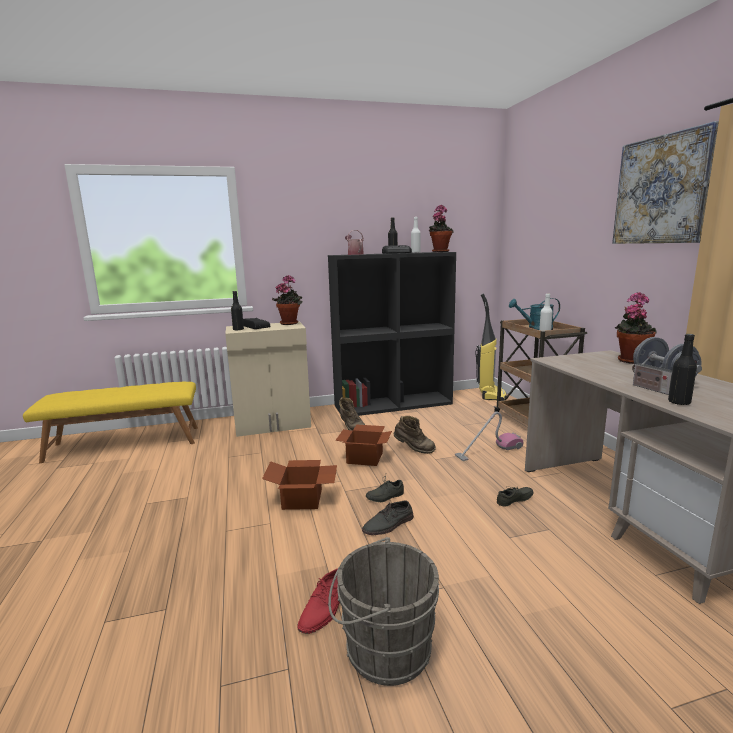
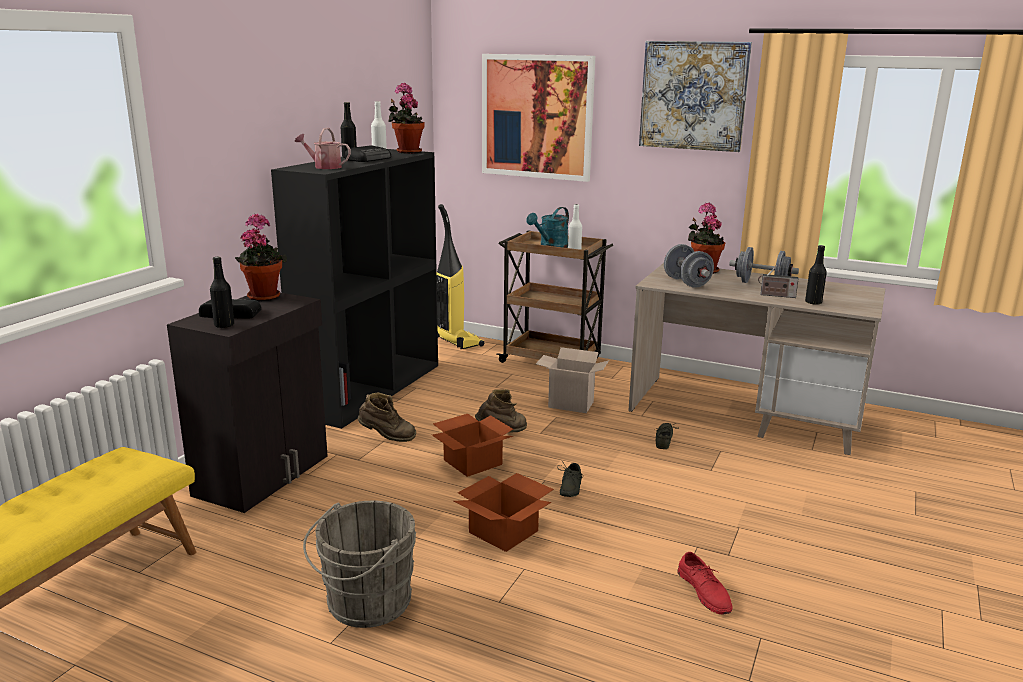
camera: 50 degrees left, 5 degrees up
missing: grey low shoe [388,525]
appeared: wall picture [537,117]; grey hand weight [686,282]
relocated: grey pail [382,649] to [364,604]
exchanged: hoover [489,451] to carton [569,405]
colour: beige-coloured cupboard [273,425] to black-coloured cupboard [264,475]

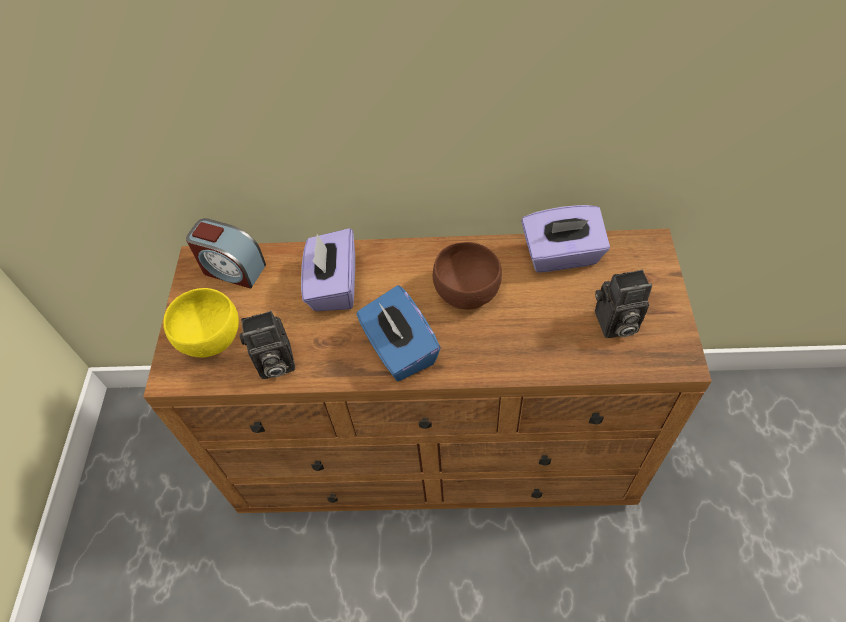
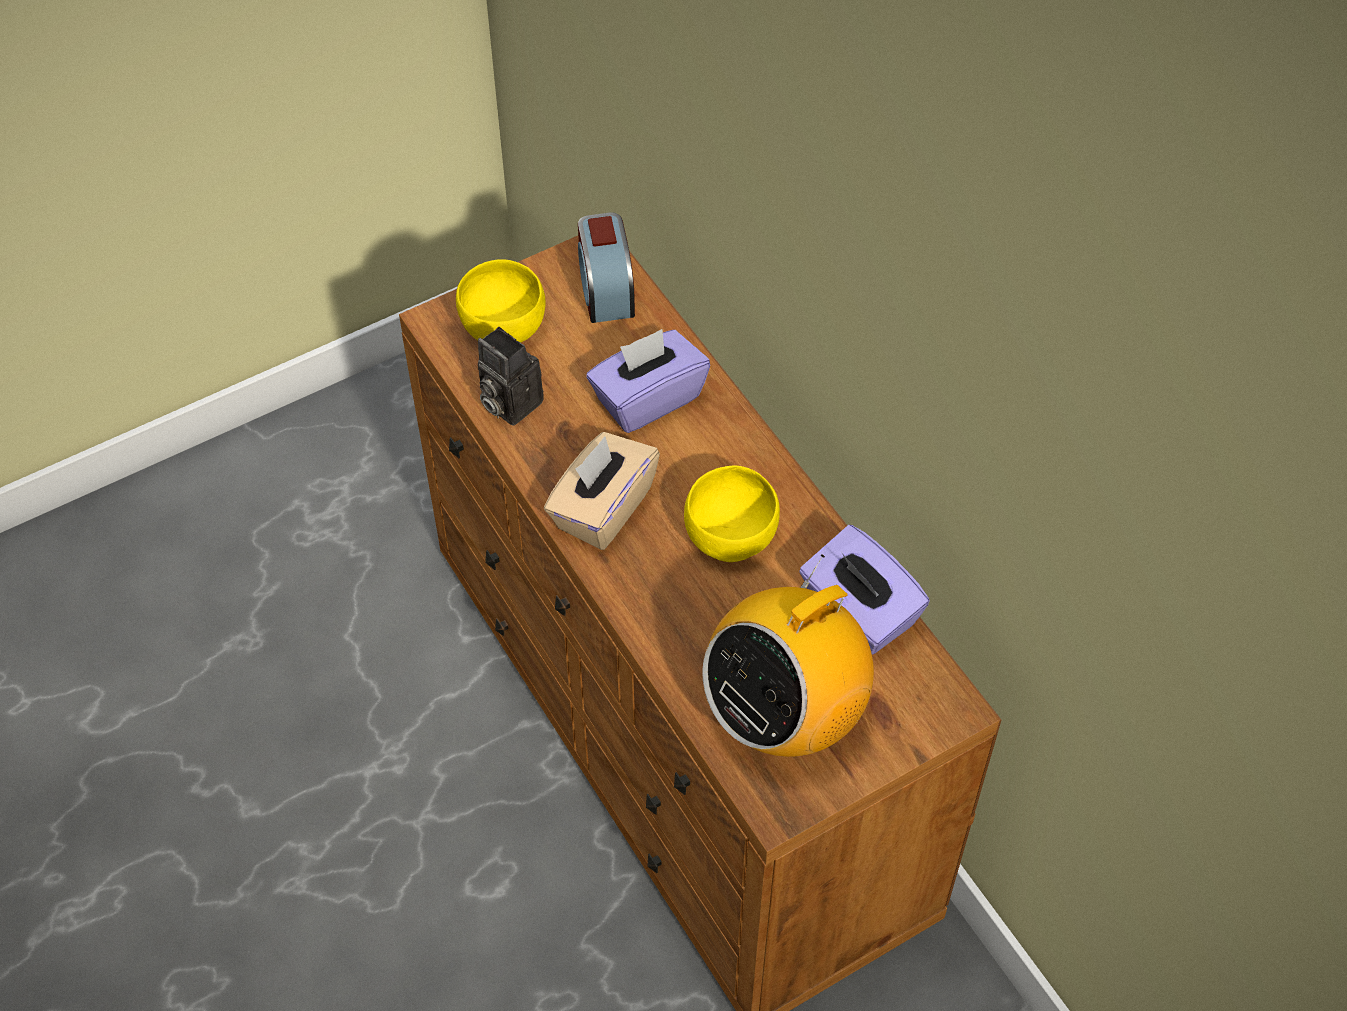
camera: 55 degrees right, 0 degrees up
exchanged: photo camera [614,324] to radio [785,714]
colour: bluish tissue holder [399,349] to beige-coloured tissue holder [602,509]; brown serving bowl [466,291] to yellow serving bowl [731,534]

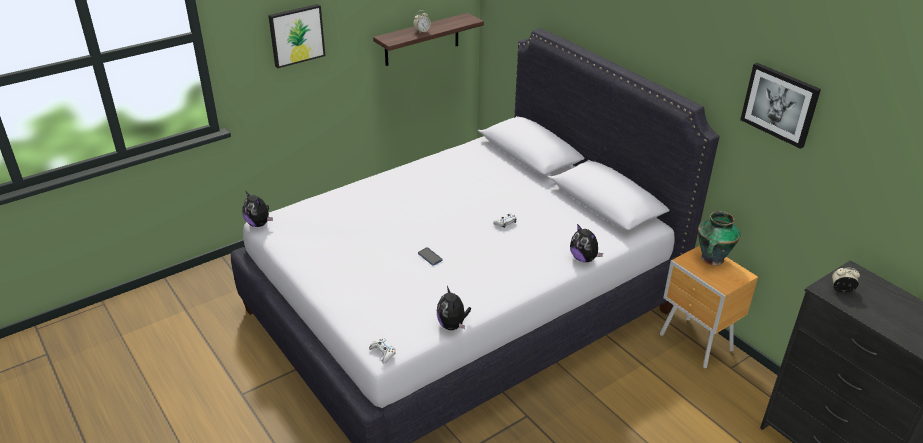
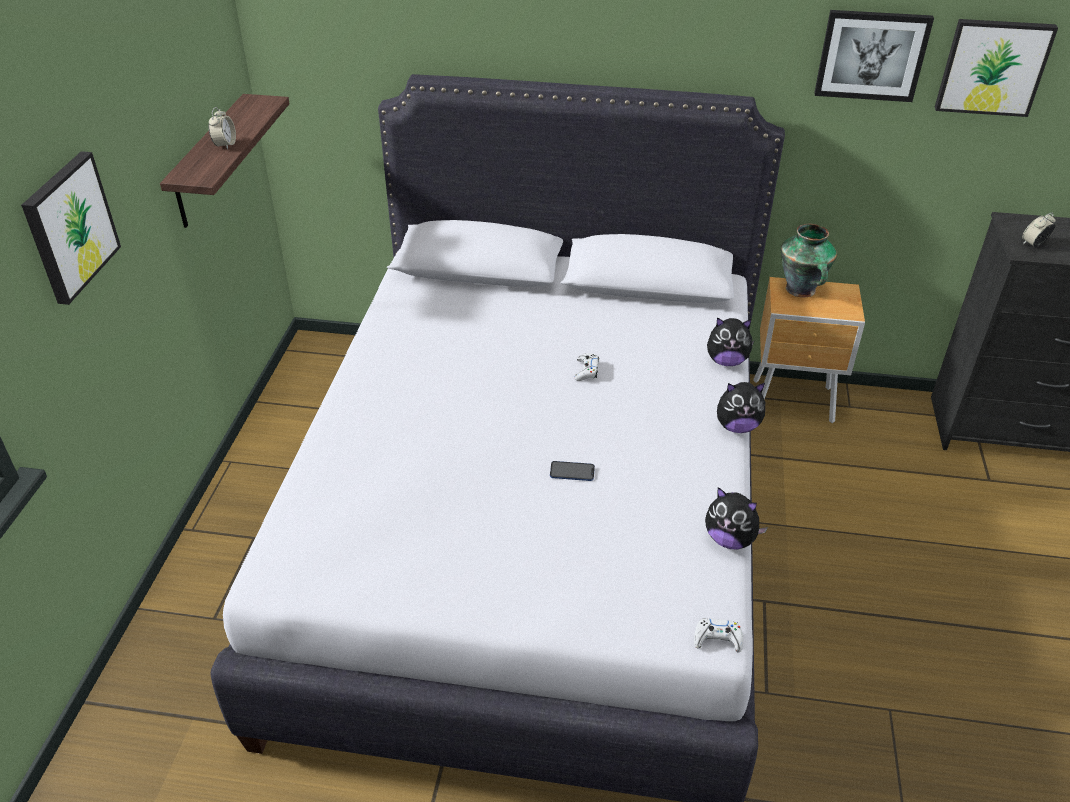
camera: 45 degrees left, 5 degrees up
appeared: wall picture [993,67]
relocated: cuddly toy [259,224] to [737,426]

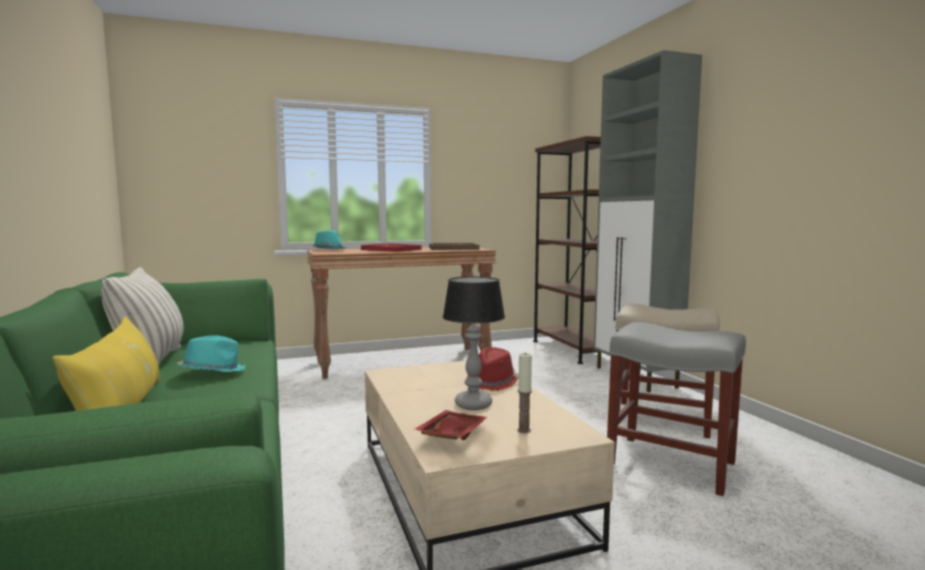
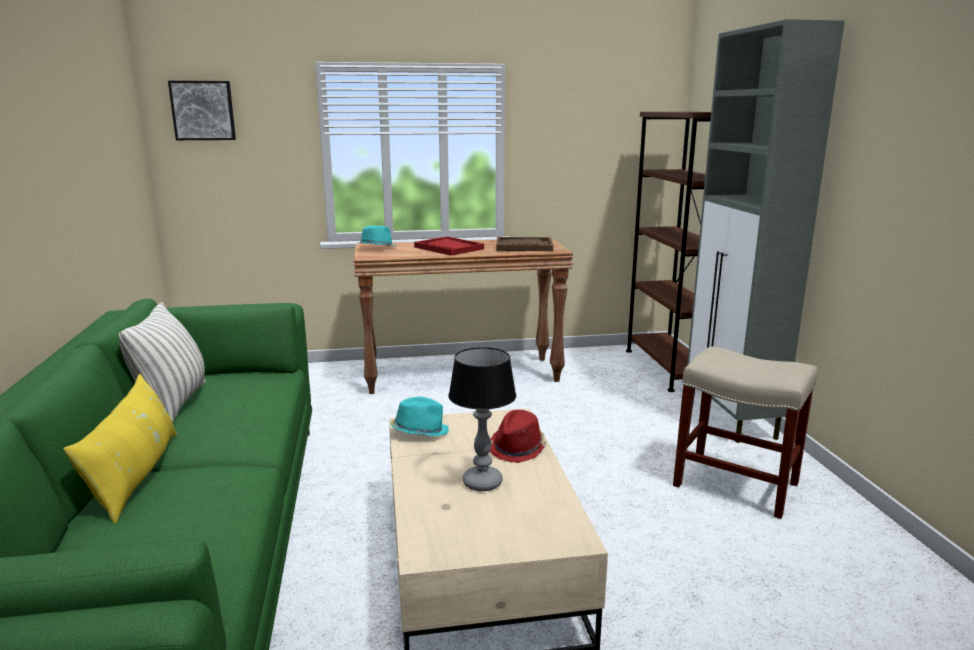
camera: 10 degrees right, 10 degrees up
missing: reddish tray [451,434]; wax light [524,430]; grey stool [673,464]
appeared: wall picture [203,110]
relocated: turquoise-coloured hat [212,372] to [419,431]

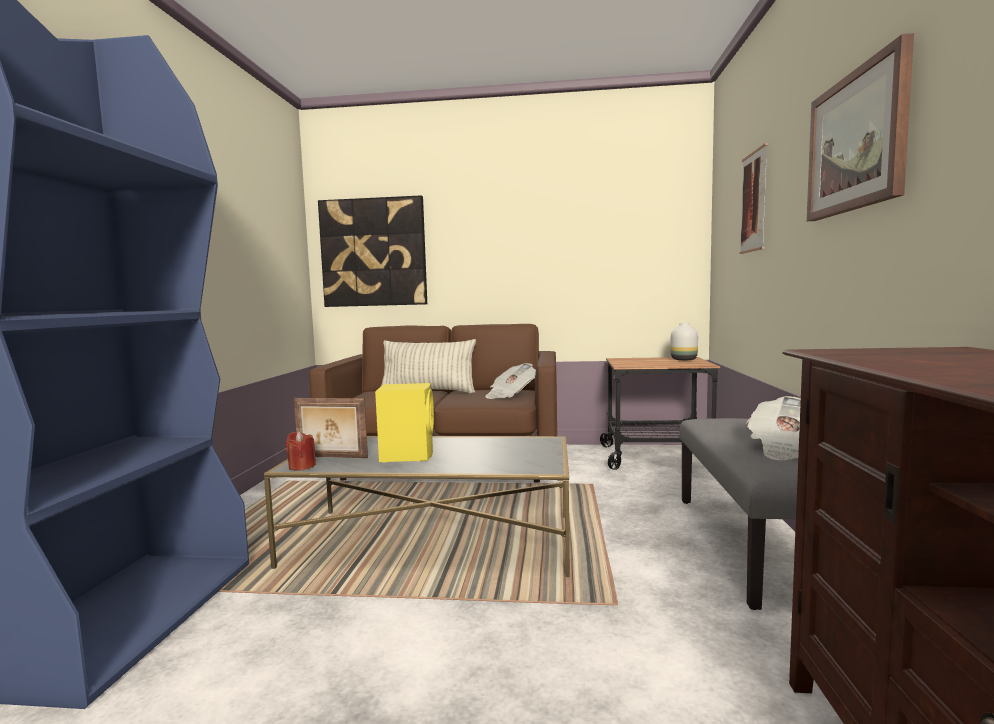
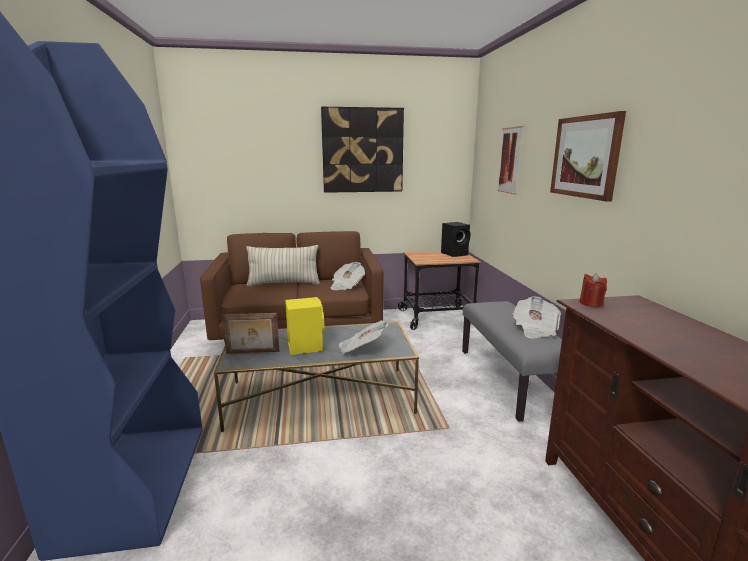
camera: 15 degrees left, 10 degrees up
appeared: daily paper [362,349]
relocated: reddish wax light [301,466] to [591,303]; wall picture [374,252] to [362,150]
exchanged: white decorative vase [684,359] to black-coloured speaker [455,254]

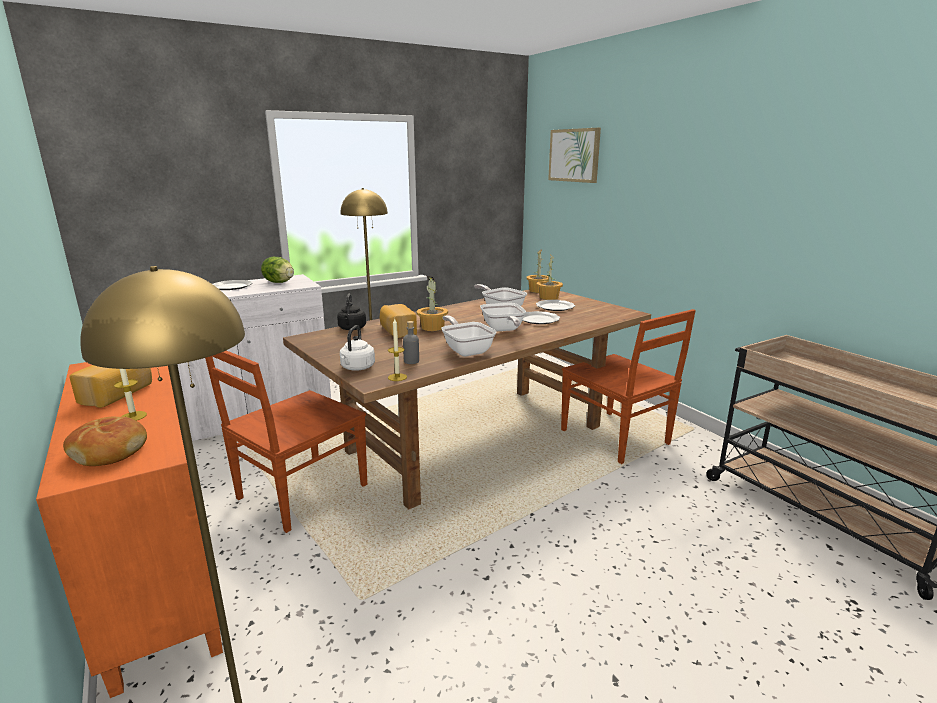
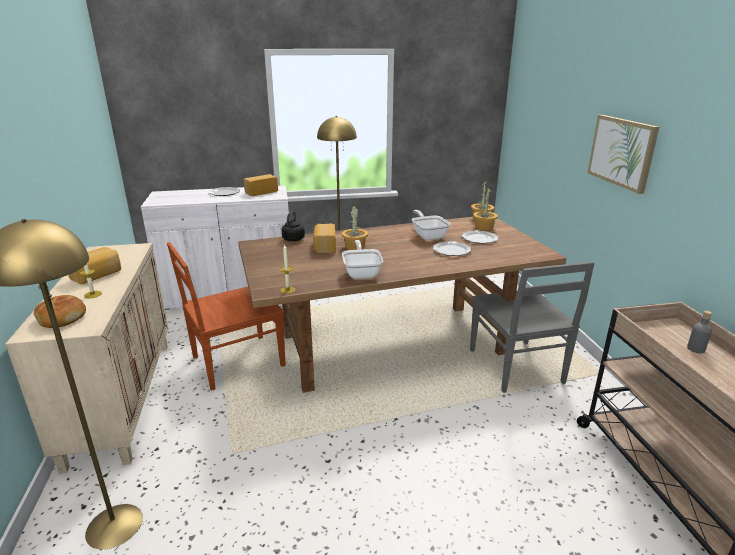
camera: 20 degrees right, 5 degrees up
missing: white tea kettle [357,368]; pan [503,330]
relocated: grey bottle [411,361] to [696,349]; wall picture [574,155] to [622,152]
exchanged: head of lettuce [279,282] to baked bread [260,192]
colour: orange cupboard [157,572] to beige-coloured cupboard [121,398]; brown chair [616,438] to grey chair [516,367]

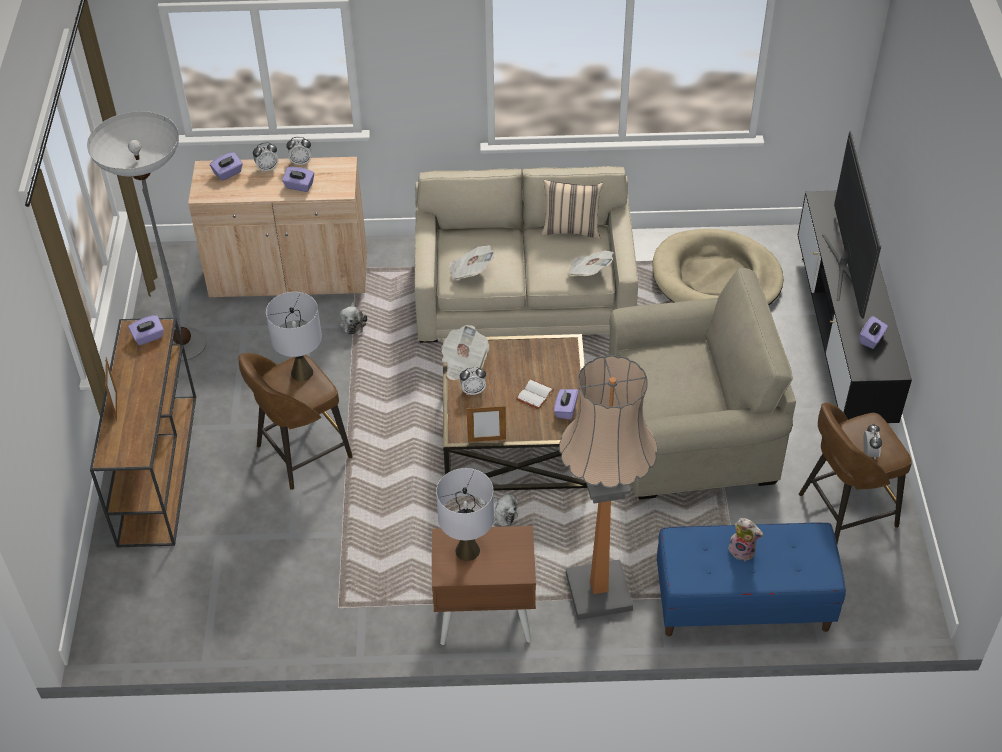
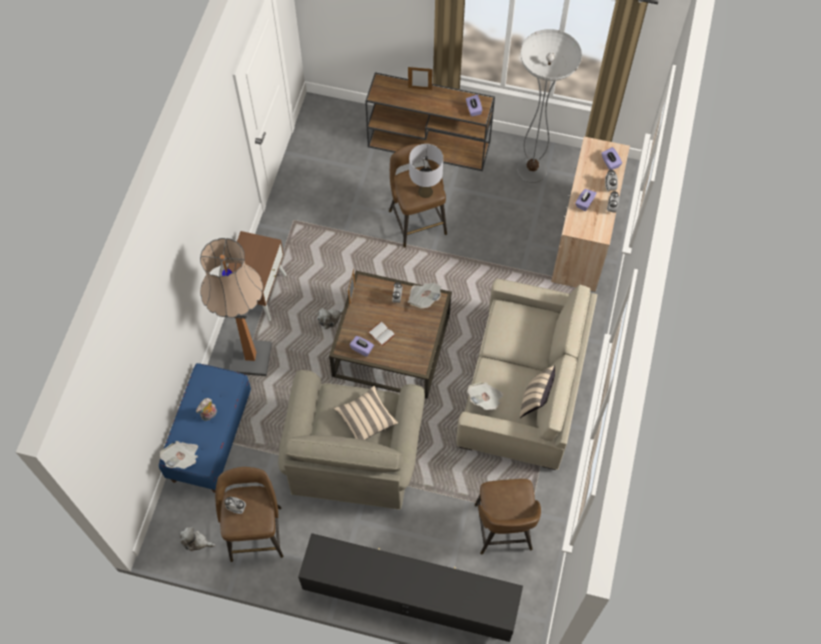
camera: 105 degrees right, 15 degrees up
missing: grey lamp for a table [467,551]; TV [845,267]; purple tissue holder [871,339]
appeared: beige-coloured cushion [366,419]
relocated: cuddly toy [353,323] to [196,541]; daily paper [470,271] to [182,458]
exchanged: beige-coloured pet bed [716,278] to brown stool [503,529]

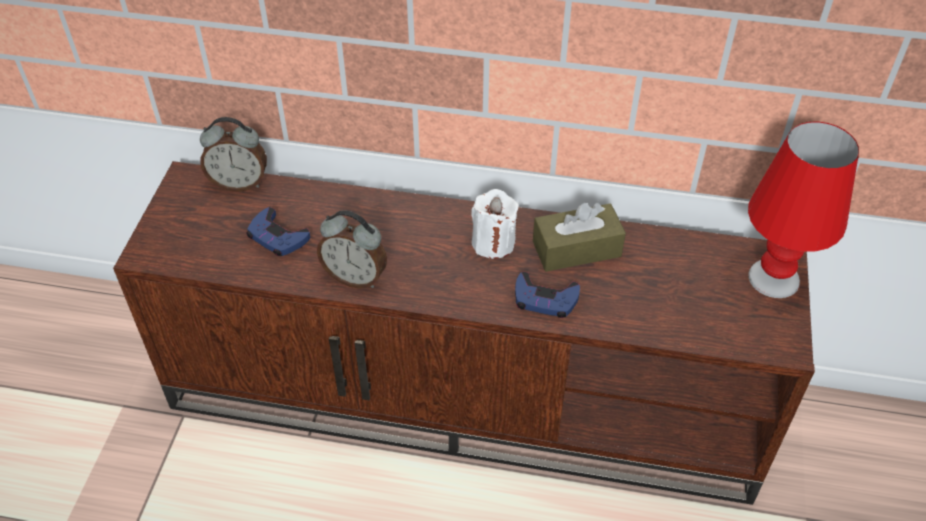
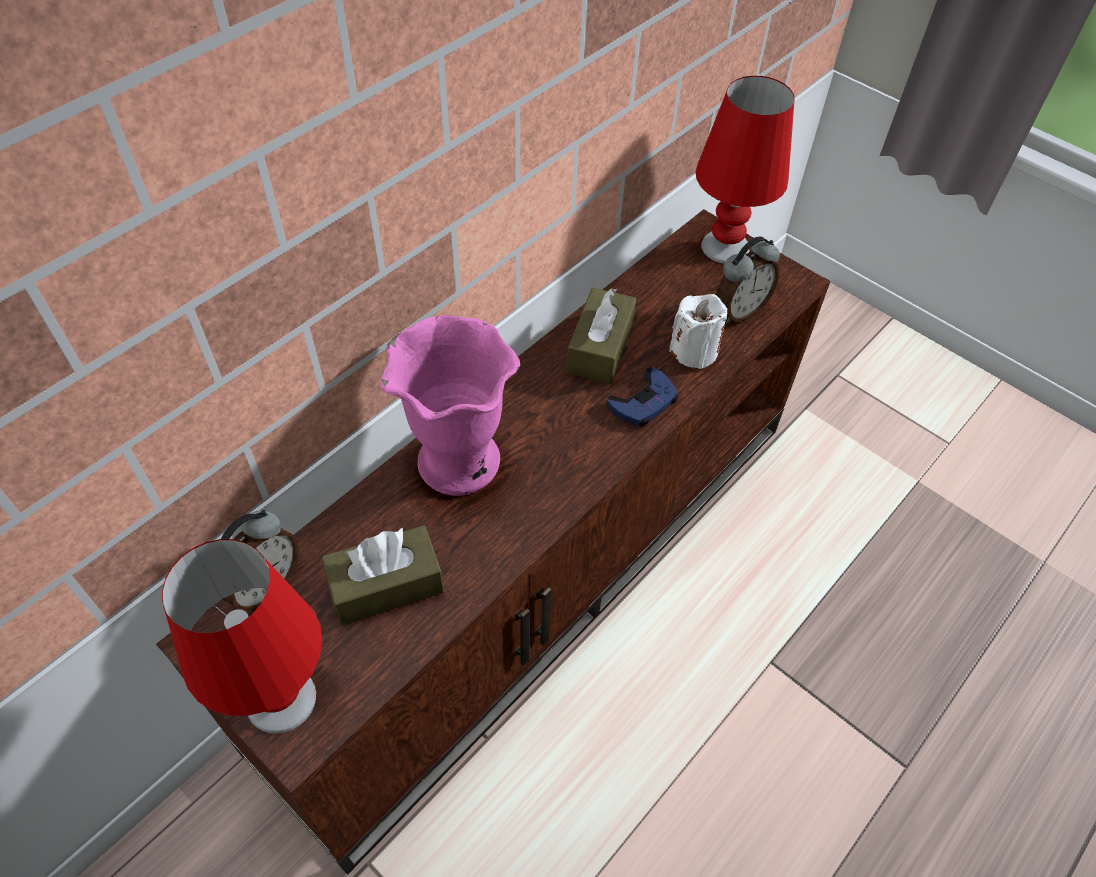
camera: 60 degrees left, 5 degrees up
appeared: reddish lamp for a table [282,699]; pink-coloured decorative vase [458,462]
relocated: alarm clock [355,277] to [739,310]; white wax light [493,243] to [694,350]
exchanged: bluish gamepad [277,237] to brown tissue holder [386,585]

